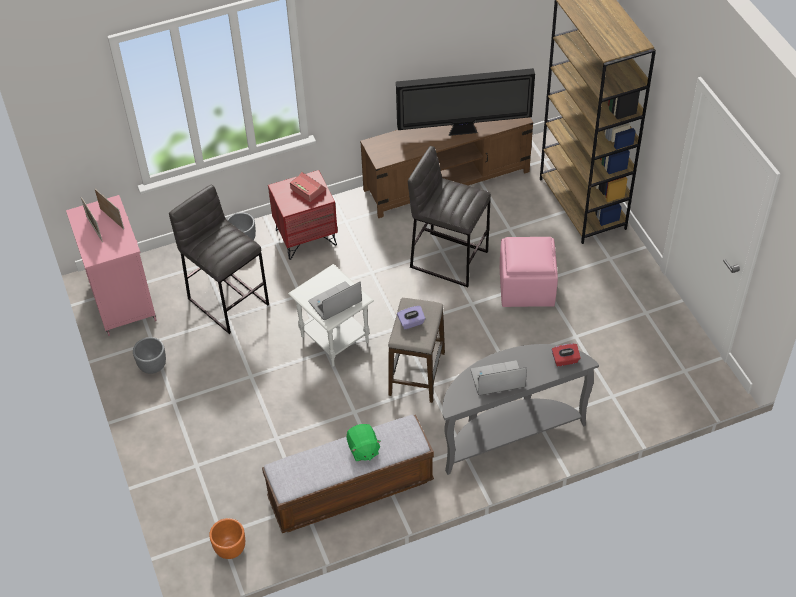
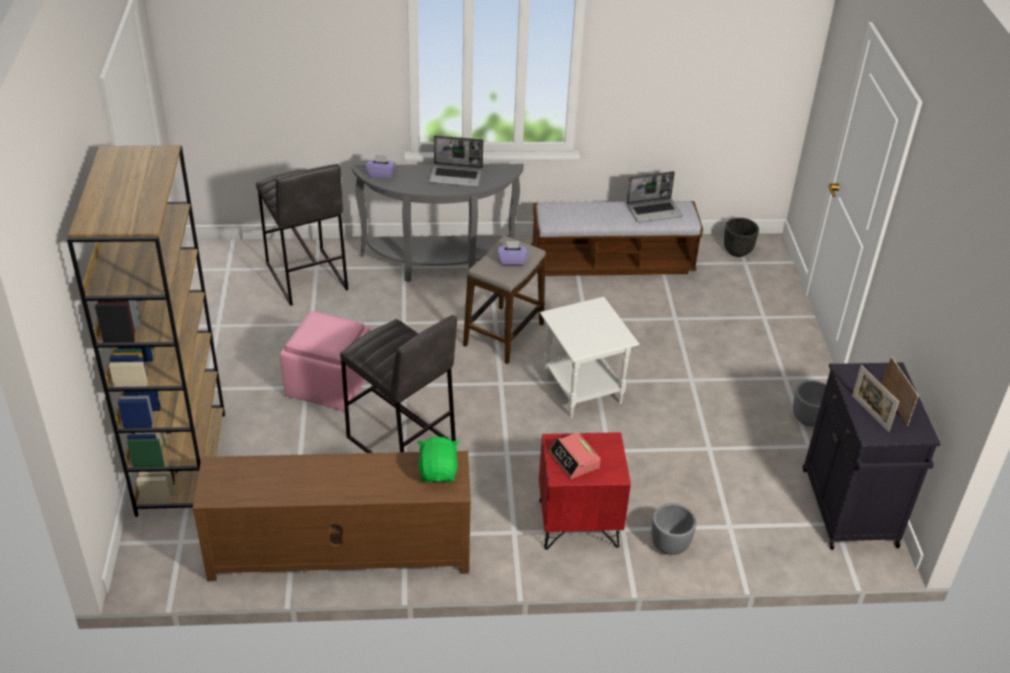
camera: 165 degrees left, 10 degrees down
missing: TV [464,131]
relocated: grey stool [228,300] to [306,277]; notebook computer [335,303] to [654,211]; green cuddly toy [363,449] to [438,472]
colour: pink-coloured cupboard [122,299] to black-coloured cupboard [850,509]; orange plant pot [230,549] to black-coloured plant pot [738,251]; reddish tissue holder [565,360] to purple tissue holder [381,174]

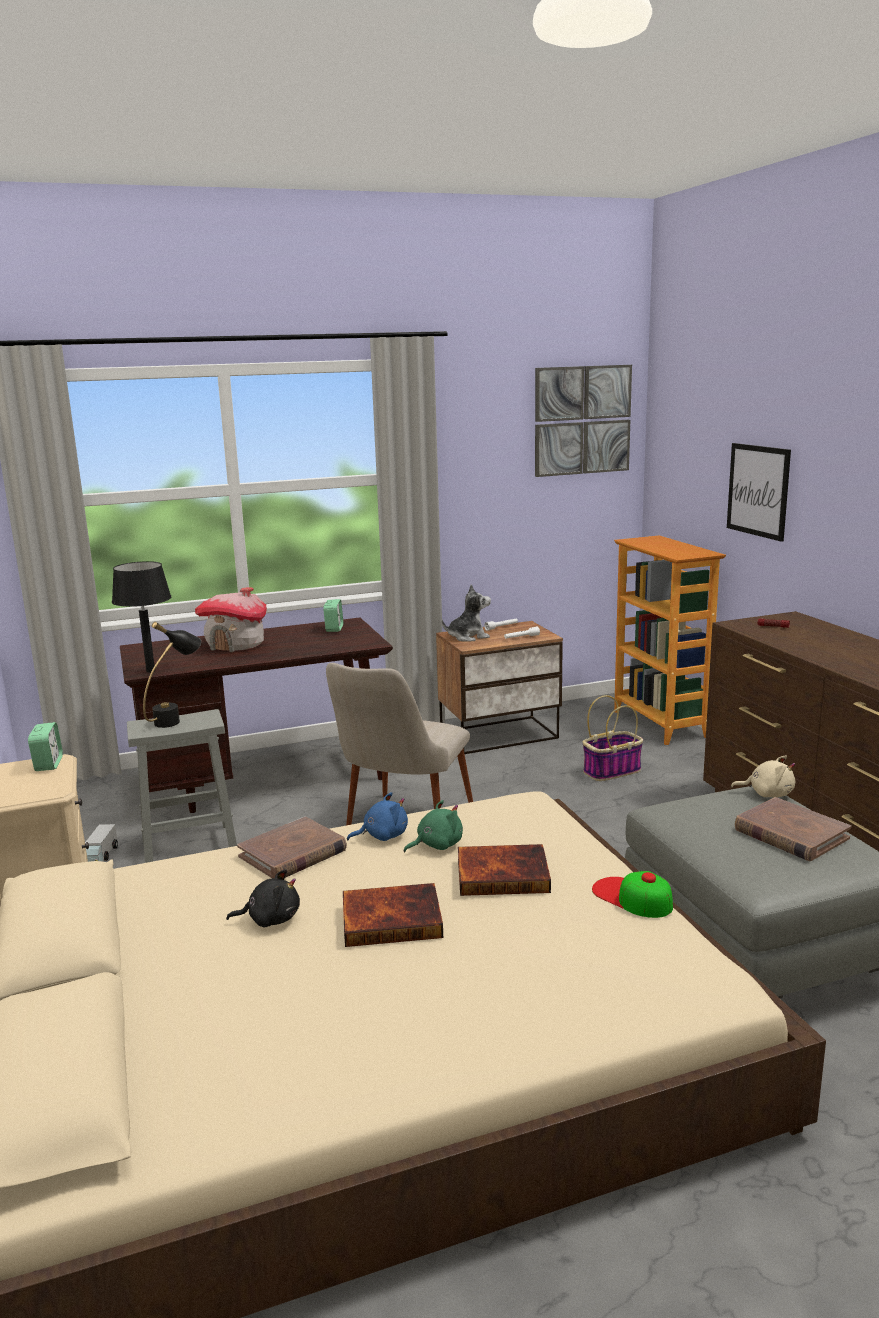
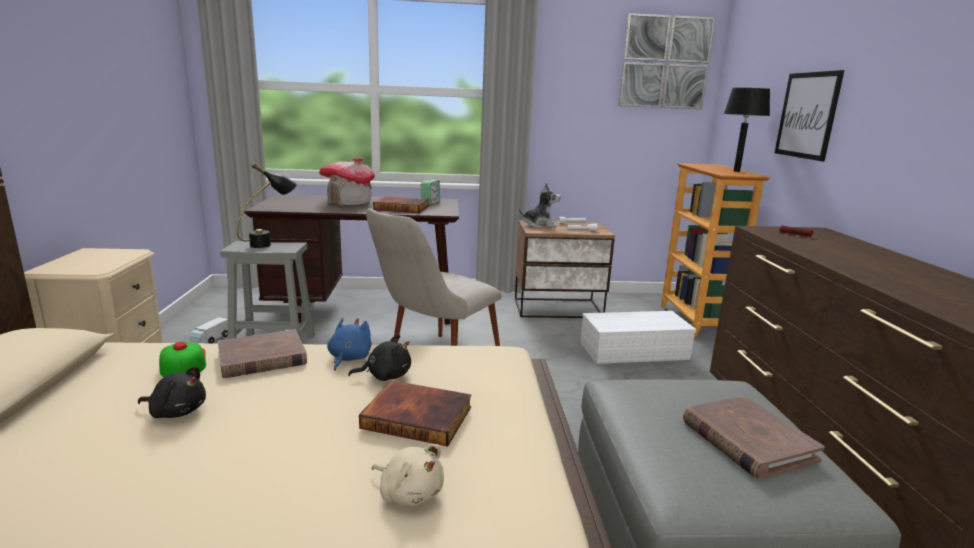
camera: 15 degrees right, 0 degrees up
missing: alarm clock [48,764]
relocated: black-coloured lamp for a table [150,671] to [736,171]; book [392,919] to [402,207]; peaked cap [632,897] to [182,362]; beige-coloured cuddly toy [767,794] to [409,493]
exchanged: basket [612,771] to white storage bin [634,350]
colour: green cuddly toy [436,845] to black-coloured cuddly toy [385,376]
spun: bluish cuddly toy [382,836] = [349,358] 75 degrees counterclockwise

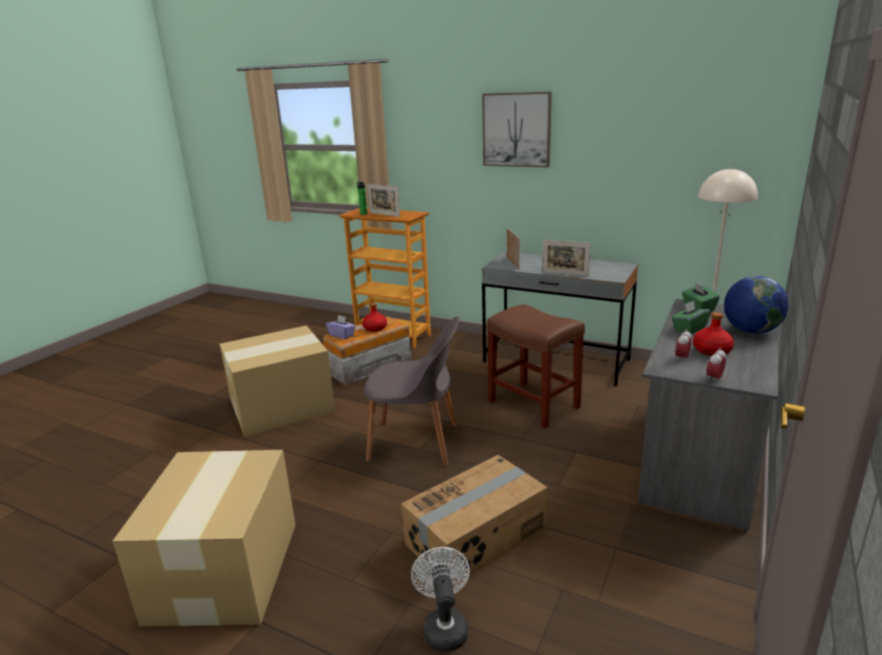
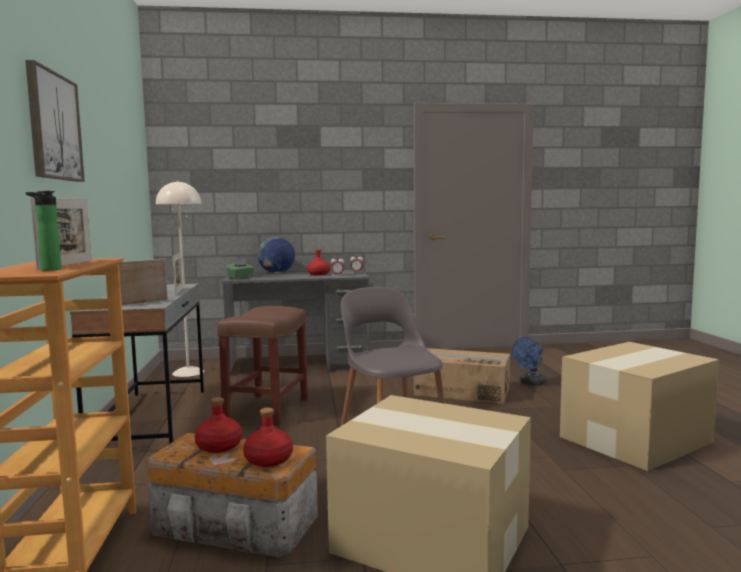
camera: 125 degrees left, 15 degrees down
missing: green tissue holder [689,328]
exchanged: purple tissue holder [342,335] to reddish bottle [269,460]
colour: white cooling fan [444,626] to bluish cooling fan [530,383]

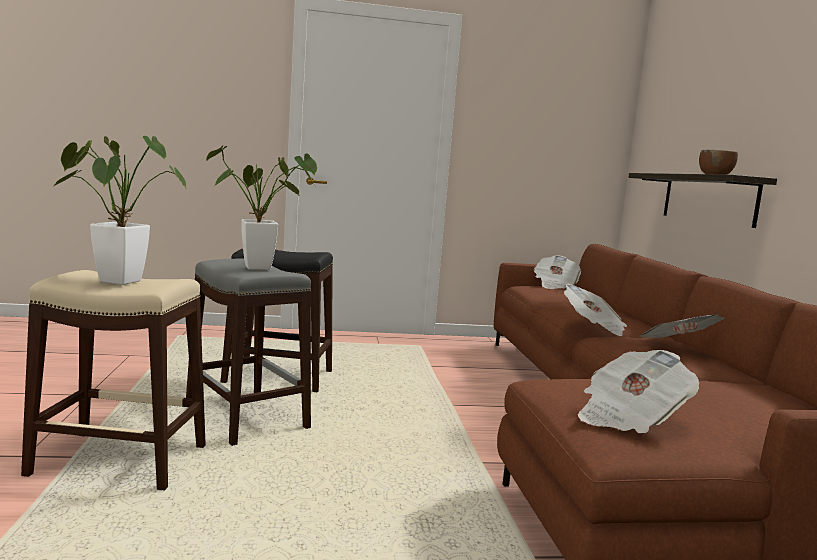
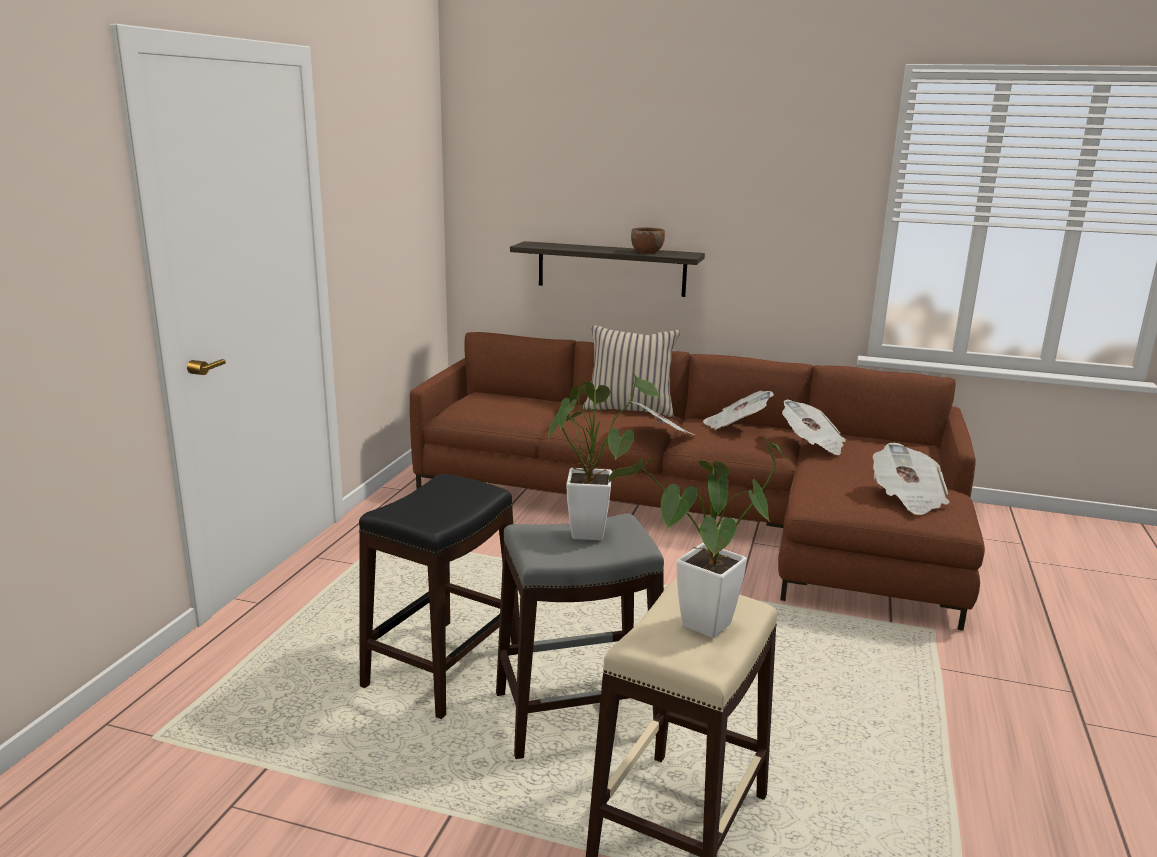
camera: 65 degrees left, 10 degrees up
appeared: beige-coloured cushion [629,409]
relocated: daily paper [555,285] to [812,444]

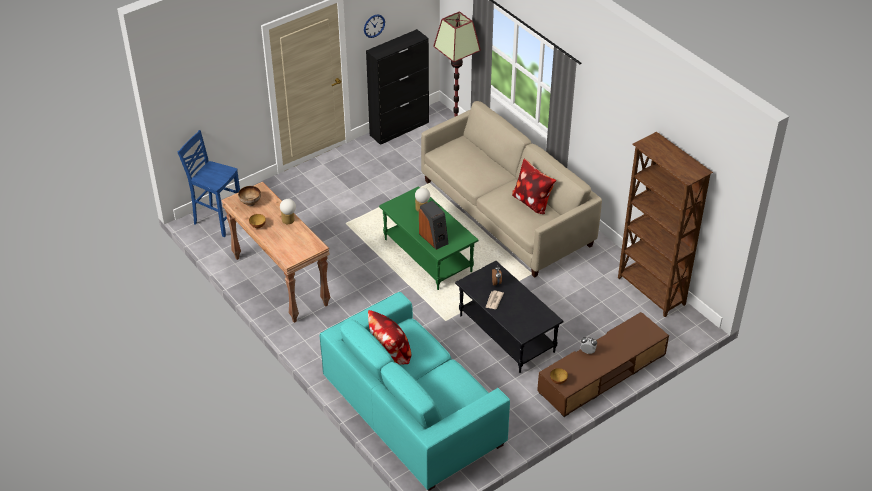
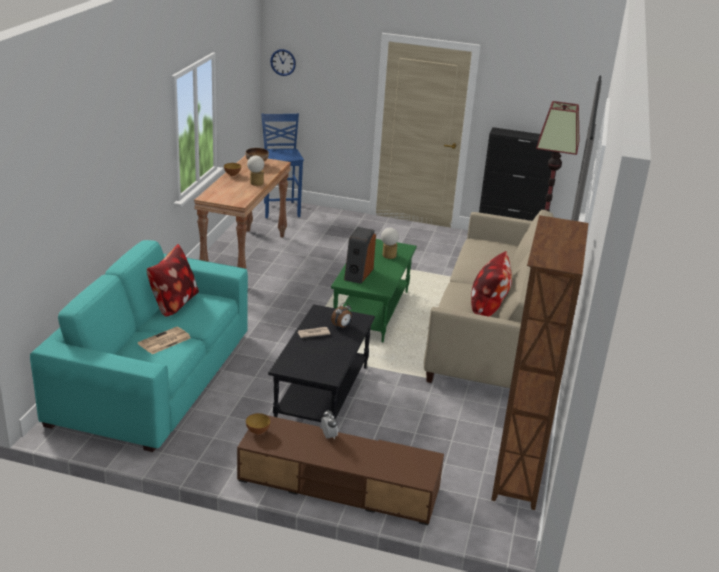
camera: 50 degrees right, 15 degrees down
appeared: daily paper [164,341]
relocated: clock on the wall [374,26] to [283,62]

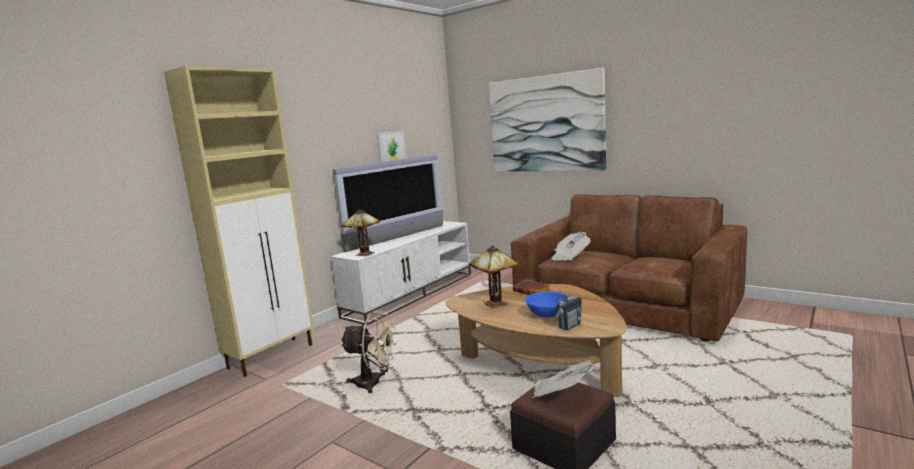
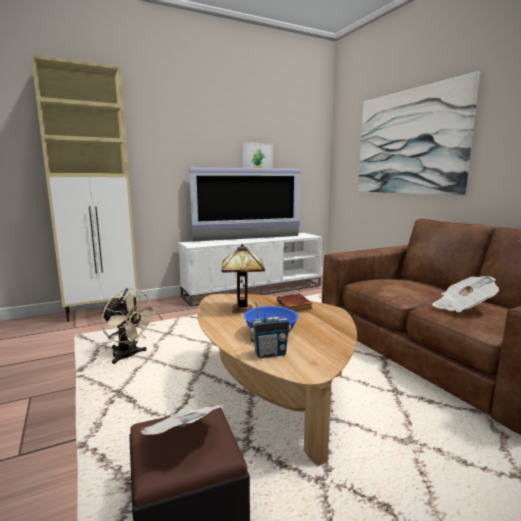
camera: 25 degrees right, 0 degrees up
missing: lamp for a table [363,254]
relocated: daily paper [570,257] to [462,307]

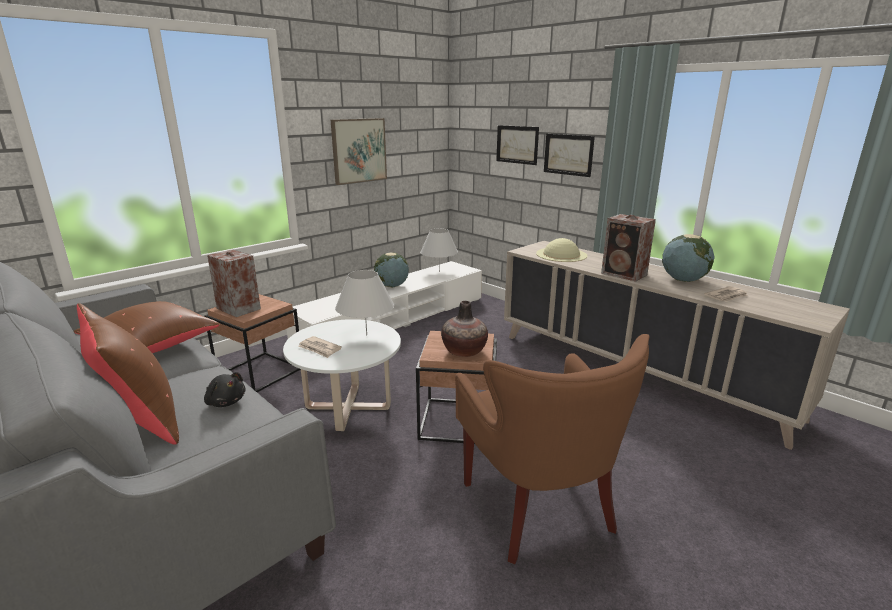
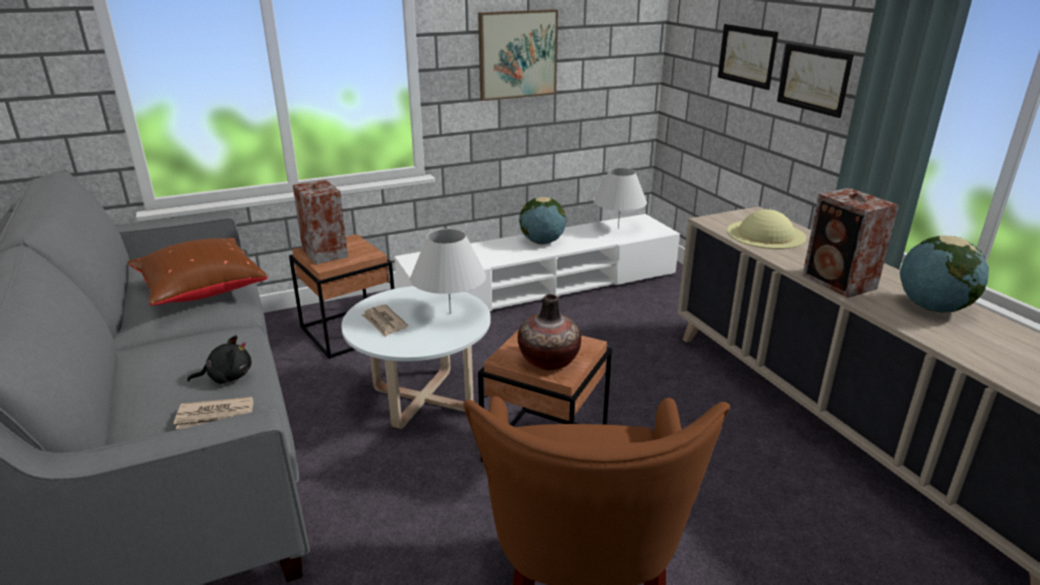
camera: 20 degrees right, 5 degrees up
missing: brown cushion [140,420]
relocated: daily paper [727,296] to [216,416]
spun: black-coloured cuddly toy [225,402] = [227,377] 75 degrees counterclockwise

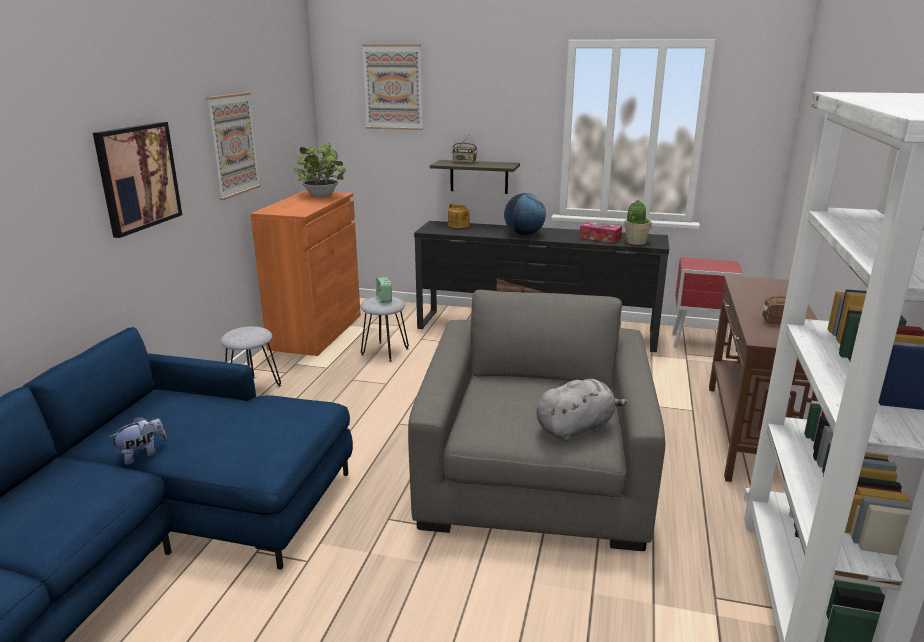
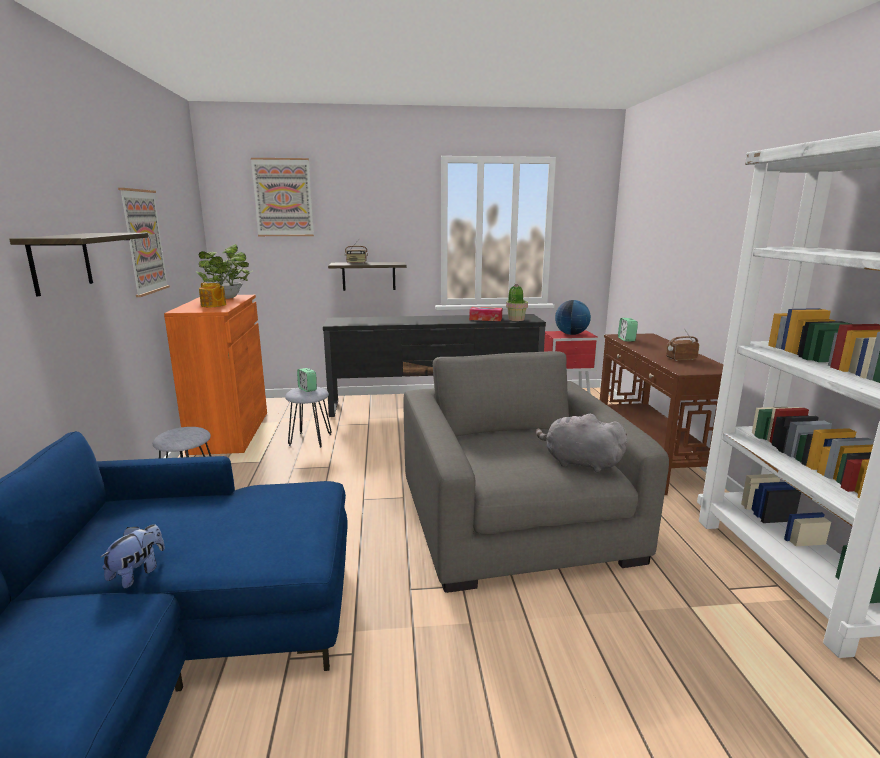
camera: 20 degrees left, 5 degrees down
appeared: alarm clock [626,339]
relocated: tea pot [458,225] to [213,305]; globe [524,234] to [571,334]
exchanged: wall picture [138,177] to shelf [60,262]
spun: grey cuddly toy [577,428] = [579,463] 105 degrees counterclockwise

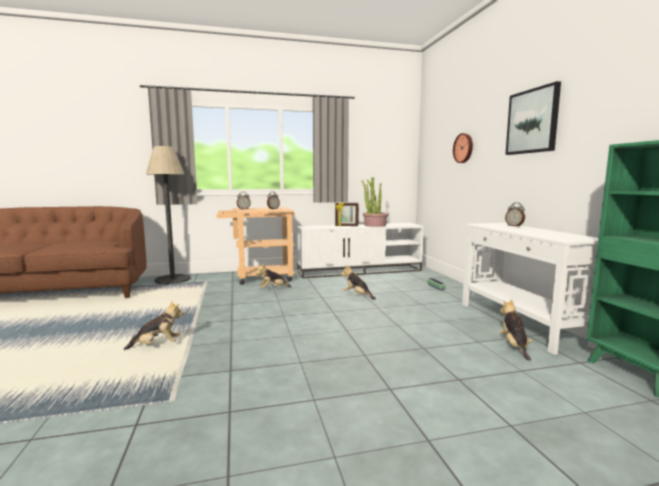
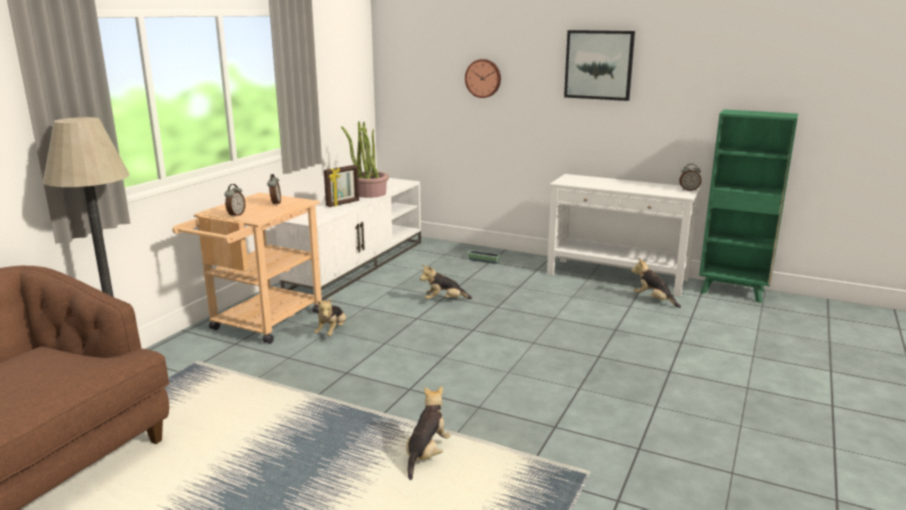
camera: 50 degrees left, 10 degrees up
relocated: alarm clock [514,226] to [689,190]

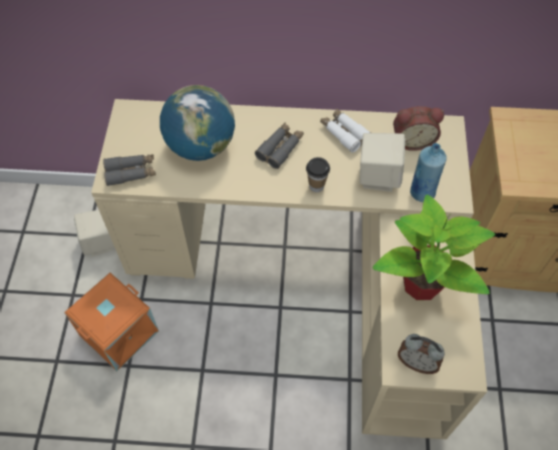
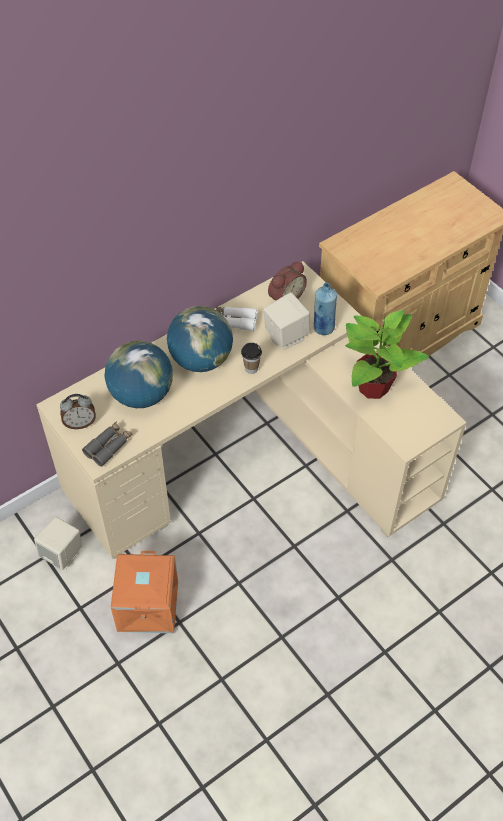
camera: 40 degrees left, 5 degrees down
relocated: alarm clock [416,362] to [80,423]
exchanged: grey field glasses [280,148] to globe [201,359]

